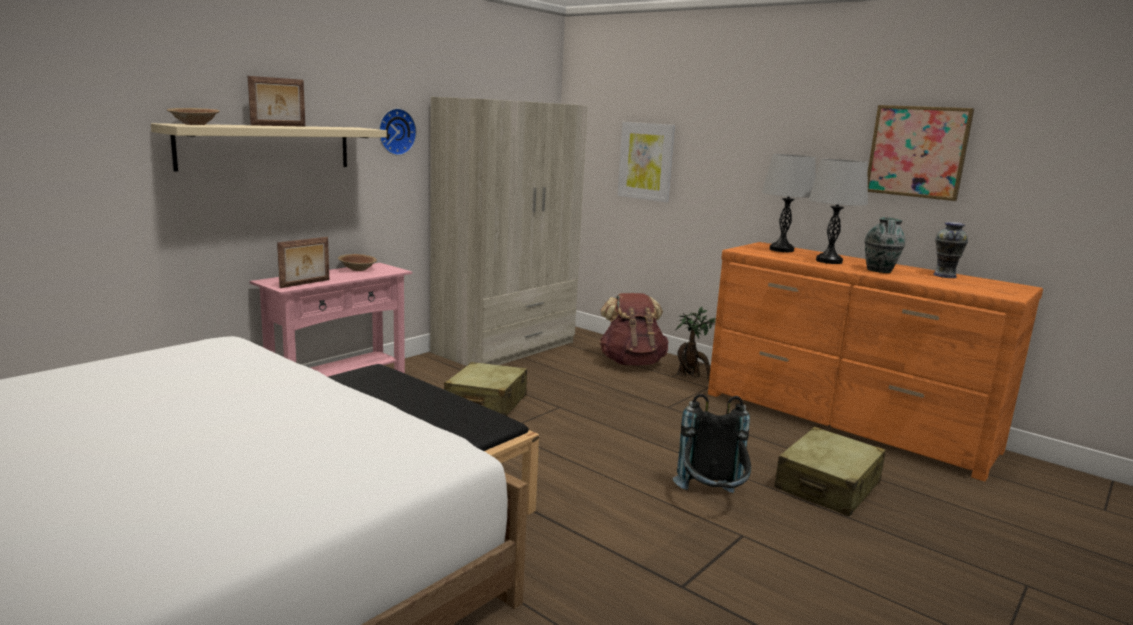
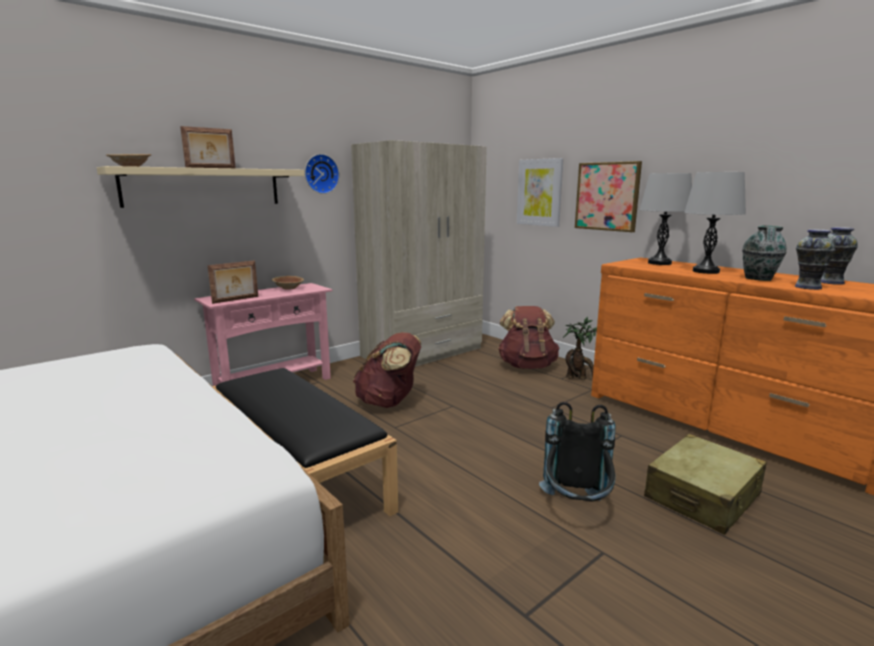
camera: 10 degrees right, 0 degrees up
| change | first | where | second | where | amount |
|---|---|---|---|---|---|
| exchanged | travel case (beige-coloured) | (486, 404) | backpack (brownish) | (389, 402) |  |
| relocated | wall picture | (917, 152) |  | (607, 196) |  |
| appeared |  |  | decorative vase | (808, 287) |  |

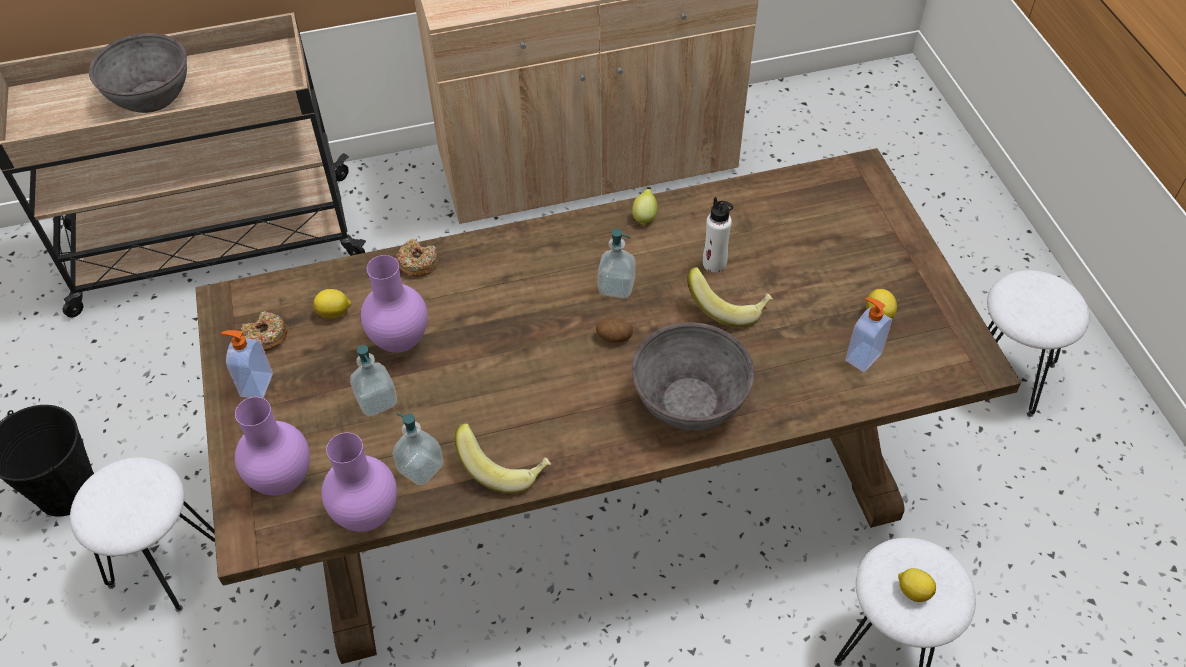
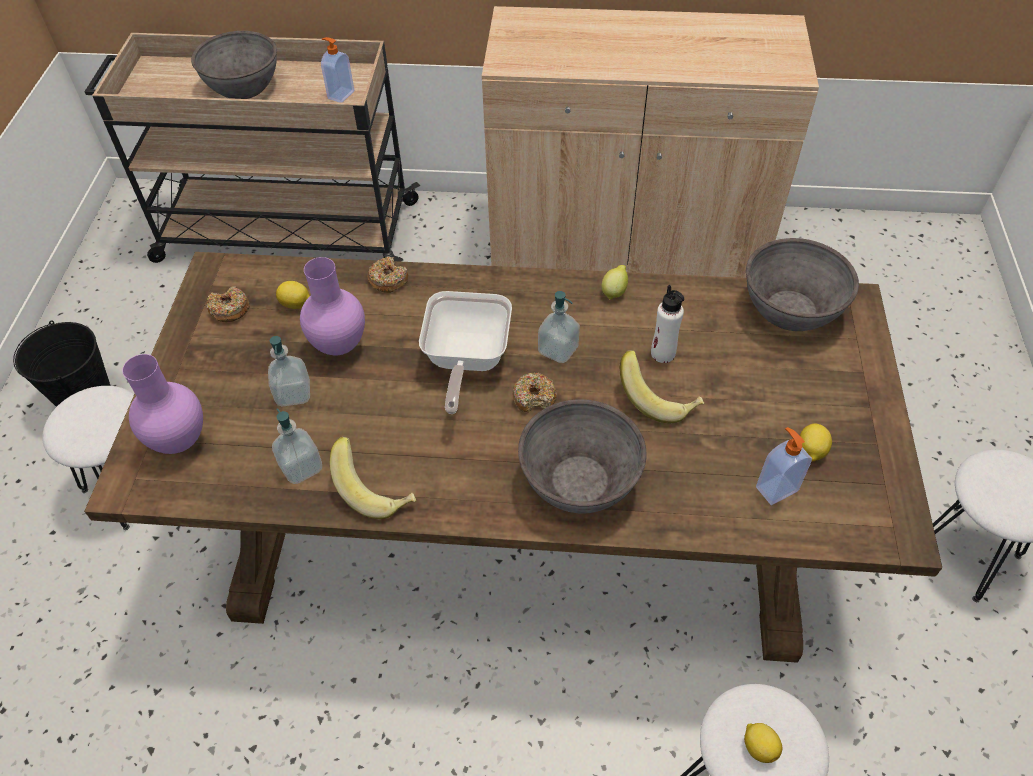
camera: 20 degrees right, 0 degrees up
| change | first | where | second | where | amount |
|---|---|---|---|---|---|
| relocated | liquid soap bottle | (255, 385) |  | (340, 95) |  |
| appeared |  |  | frying pan | (465, 361) |  |
| exchanged | whole potato | (614, 337) | donut | (534, 397) |  |
| appeared |  |  | deep dish (gray) | (790, 310) |  |
| missing | decorative vase (purple) | (367, 516) |  |  |  |

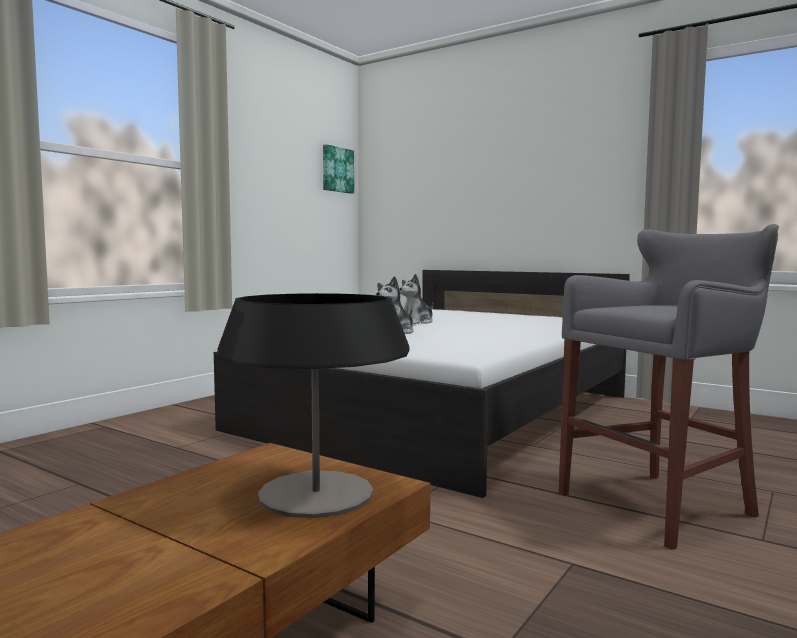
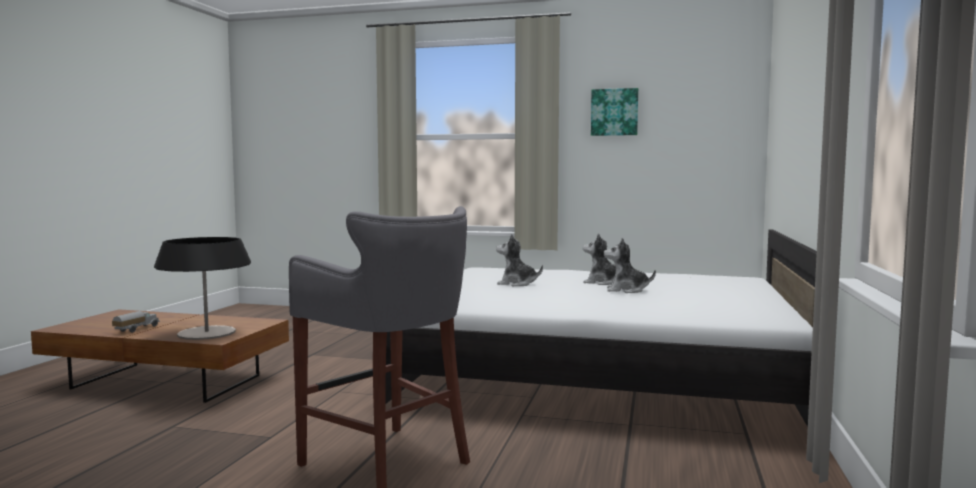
camera: 70 degrees right, 0 degrees up
| change | first | where | second | where | amount |
|---|---|---|---|---|---|
| appeared |  |  | model truck | (136, 329) |  |
| relocated | wall picture | (337, 169) |  | (614, 112) |  |
| appeared |  |  | soft toy | (626, 290) |  |

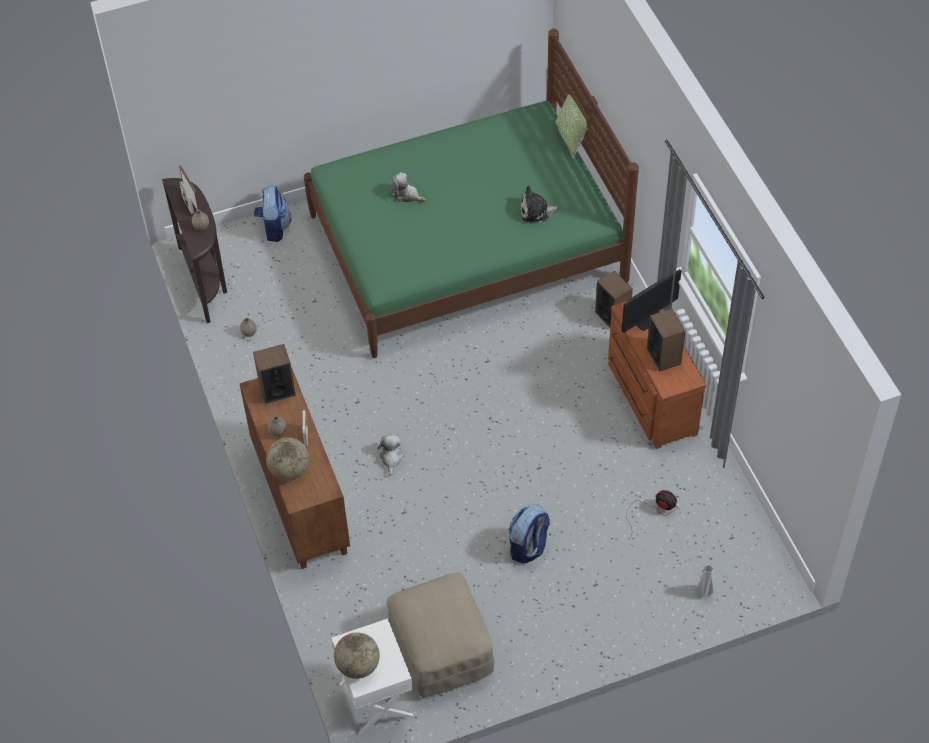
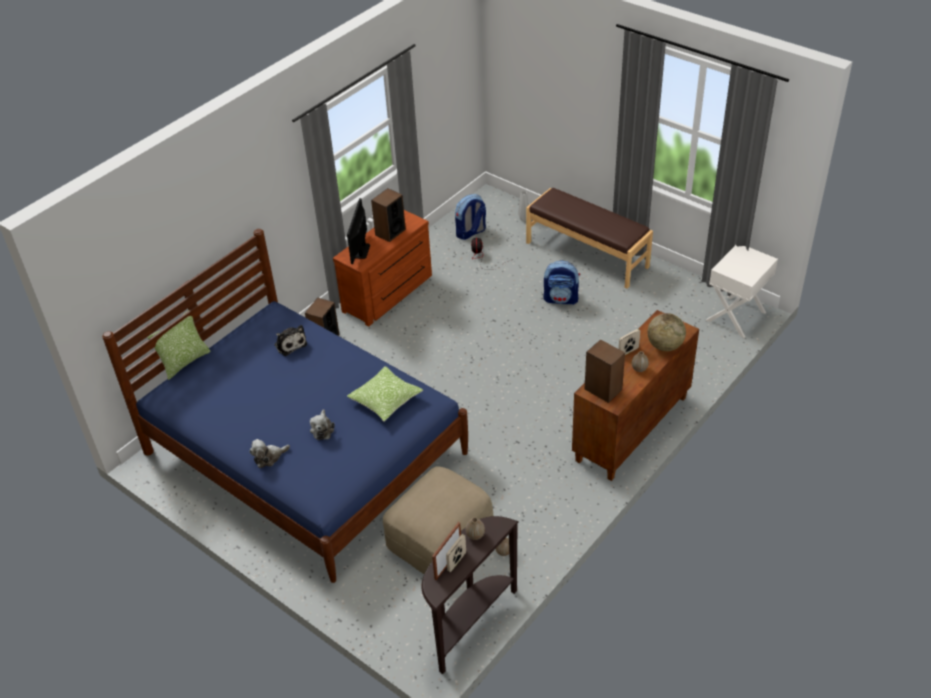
camera: 120 degrees left, 10 degrees down
| change | first | where | second | where | amount |
|---|---|---|---|---|---|
| colour | bedroom bed (green) | (466, 248) | bedroom bed (blue-coloured) | (305, 453) |  |
| relocated | soft toy | (391, 458) |  | (269, 457) |  |
| spun | computer display | (647, 318) |  | (360, 251) | 105 degrees counterclockwise |
| appeared |  |  | pillow | (385, 400) |  |
| relocated | footrest (beige-coloured) | (442, 648) |  | (440, 538) |  |
| relocated | backpack | (274, 228) |  | (470, 233) |  |
| appeared |  |  | bench (brownish) | (587, 254) |  |
| missing | globe | (358, 666) |  |  |  |

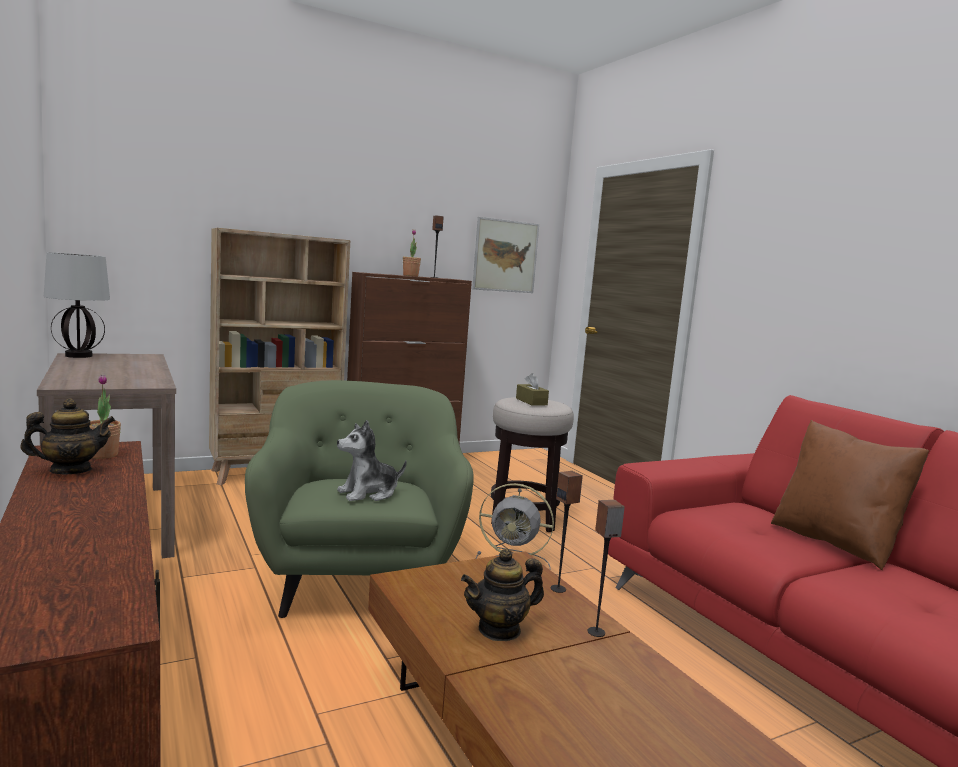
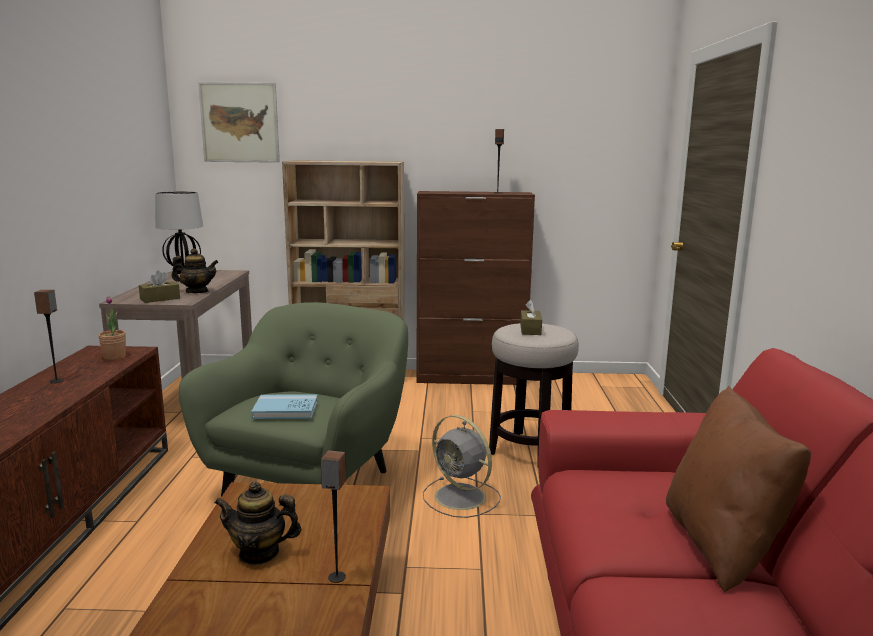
camera: 30 degrees right, 5 degrees up
| change | first | where | second | where | amount |
|---|---|---|---|---|---|
| relocated | speaker | (558, 589) |  | (56, 381) |  |
| appeared |  |  | box of tissues (brownish) | (160, 299) |  |
| relocated | teapot | (70, 470) |  | (197, 292) |  |
| relocated | wall picture | (505, 256) |  | (239, 123) |  |
| exchanged | soft toy | (368, 493) | bound book (blue-coloured) | (285, 410) |  |
| missing | houseplant | (410, 275) |  |  |  |

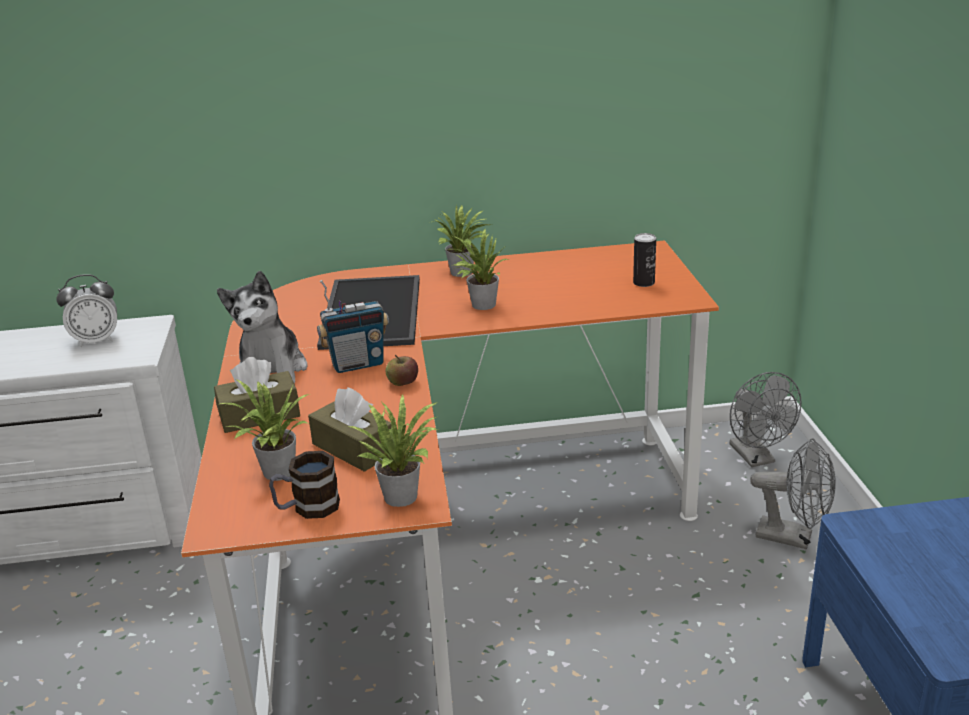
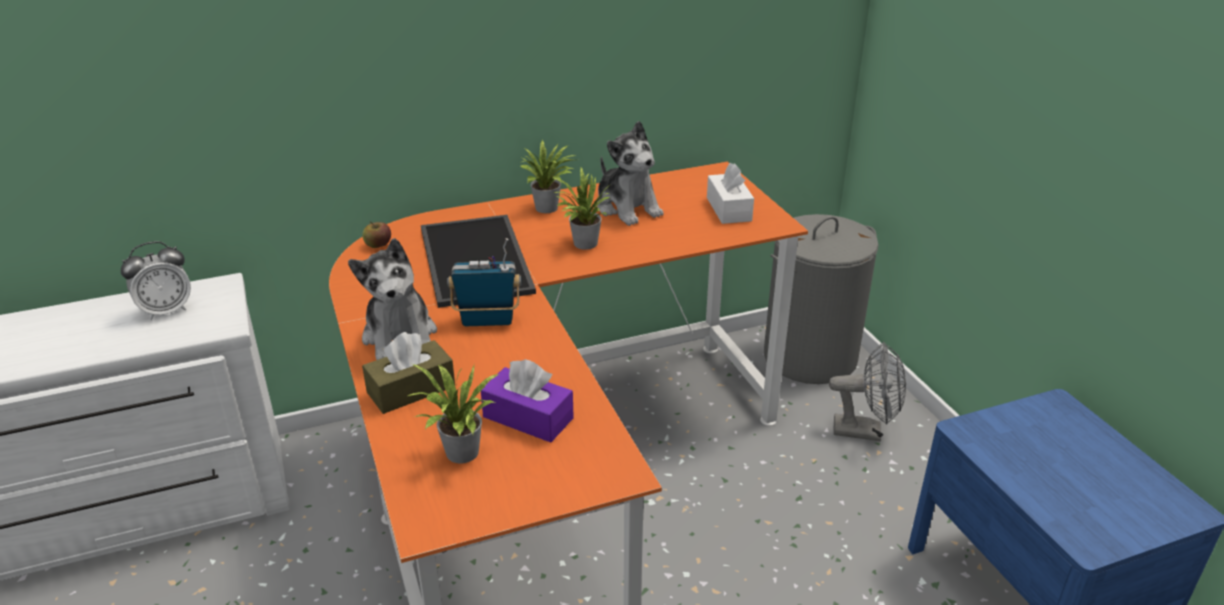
camera: 15 degrees left, 5 degrees up
| change | first | where | second | where | amount |
|---|---|---|---|---|---|
| relocated | whole apple | (403, 383) |  | (378, 245) |  |
| spun | radio set | (357, 364) |  | (487, 321) | 150 degrees counterclockwise |
| colour | box of tissues (brownish) | (353, 448) | box of tissues (purple) | (528, 418) |  |
| appeared |  |  | soft toy | (627, 208) |  |
| exchanged | sealed can | (644, 283) | box of tissues (white) | (728, 209) |  |
| exchanged | electric fan (gray) | (756, 458) | washing basket (gray) | (810, 356) |  |
| missing | tea mug | (307, 508) |  |  |  |
| missing | houseplant | (403, 494) |  |  |  |

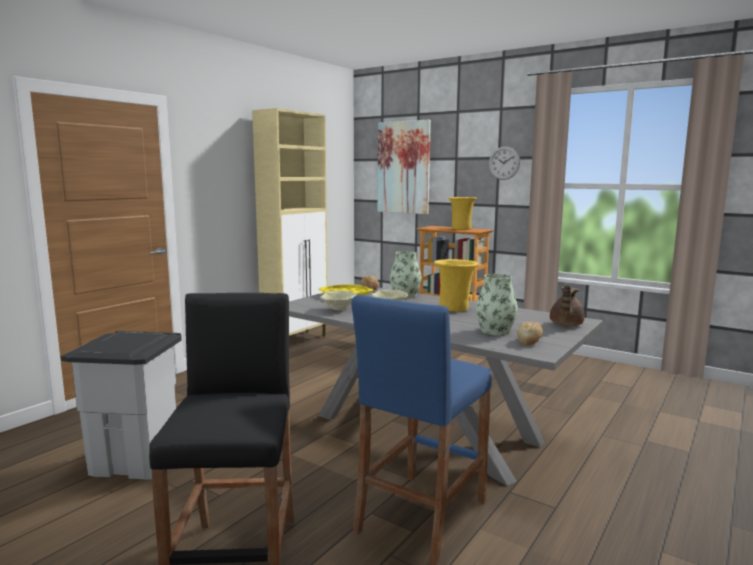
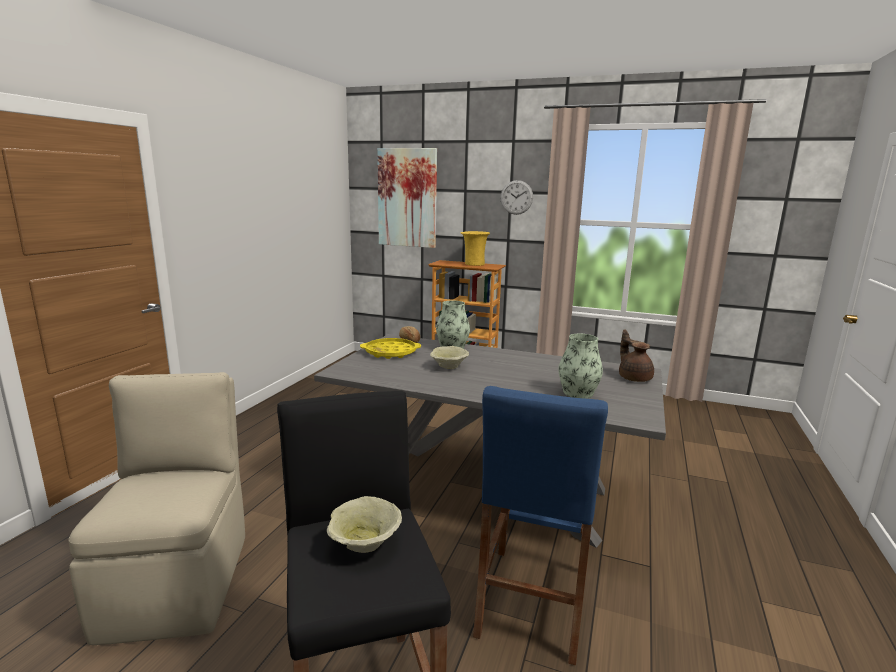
camera: 15 degrees left, 5 degrees up
| change | first | where | second | where | amount |
|---|---|---|---|---|---|
| exchanged | rubbish bin (gray) | (138, 461) | plain chair (beige-coloured) | (179, 581) |  |
| relocated | deep dish (beige-coloured) | (338, 309) |  | (365, 545) |  |
| spun | teapot (brownish) | (565, 324) |  | (634, 378) | 150 degrees clockwise |
| missing | cupboard (beige-coloured) | (296, 341) |  |  |  |
| missing | decorative vase (yellowish) | (454, 308) |  |  |  |
| missing | baked bread | (529, 341) |  |  |  |

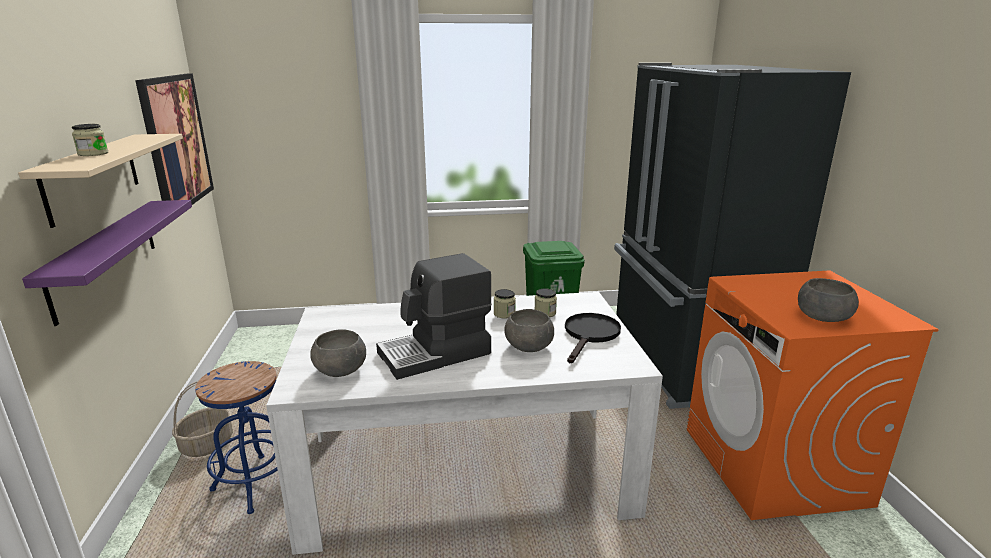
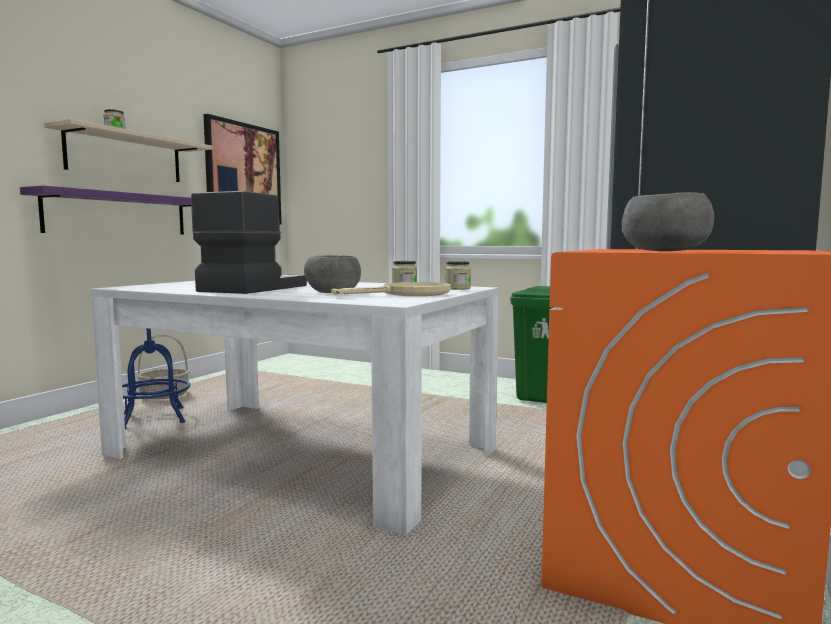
camera: 35 degrees right, 15 degrees down
| change | first | where | second | where | amount |
|---|---|---|---|---|---|
| spun | coffee brewer | (436, 354) |  | (252, 288) | 105 degrees clockwise |
| colour | frying pan (blackish) | (590, 335) | frying pan (beige-coloured) | (407, 294) |  |
| relocated | preserve jar | (504, 314) |  | (457, 288) |  |
| missing | deep dish (gray) | (340, 370) |  |  |  |

